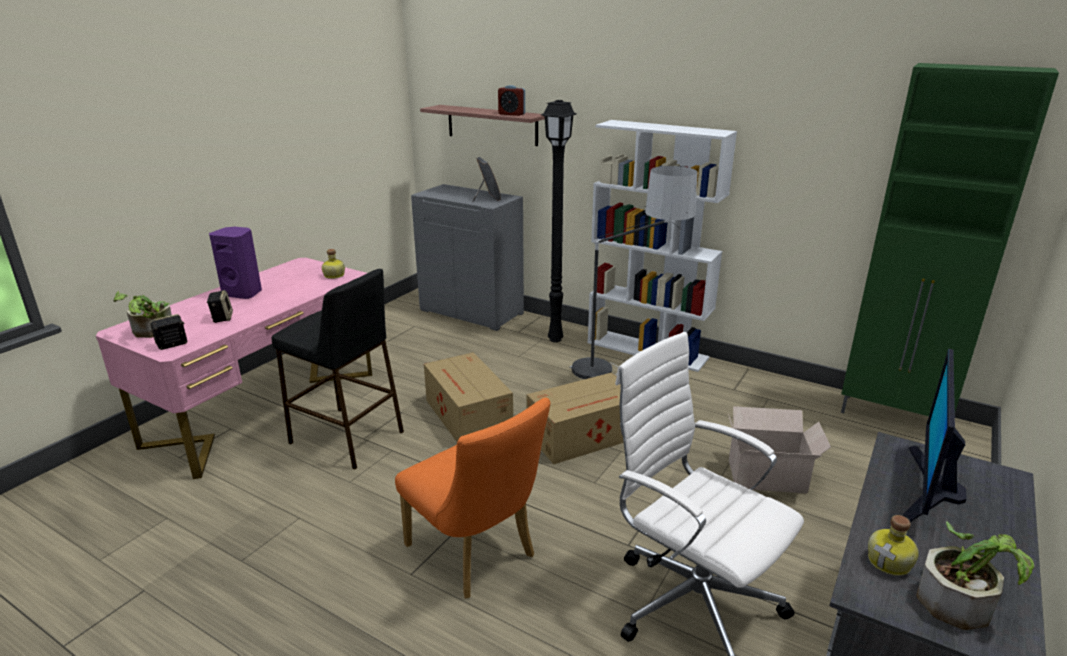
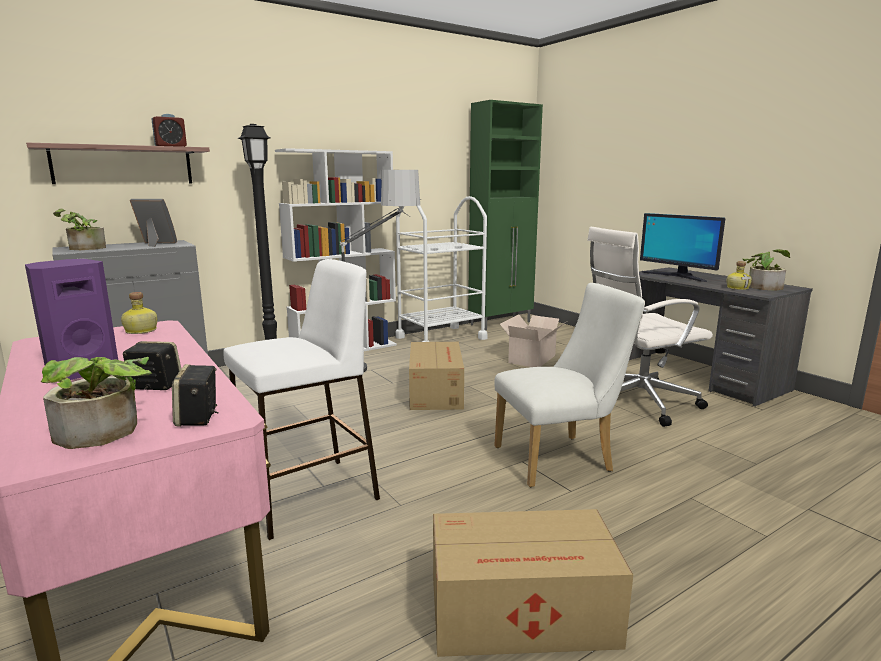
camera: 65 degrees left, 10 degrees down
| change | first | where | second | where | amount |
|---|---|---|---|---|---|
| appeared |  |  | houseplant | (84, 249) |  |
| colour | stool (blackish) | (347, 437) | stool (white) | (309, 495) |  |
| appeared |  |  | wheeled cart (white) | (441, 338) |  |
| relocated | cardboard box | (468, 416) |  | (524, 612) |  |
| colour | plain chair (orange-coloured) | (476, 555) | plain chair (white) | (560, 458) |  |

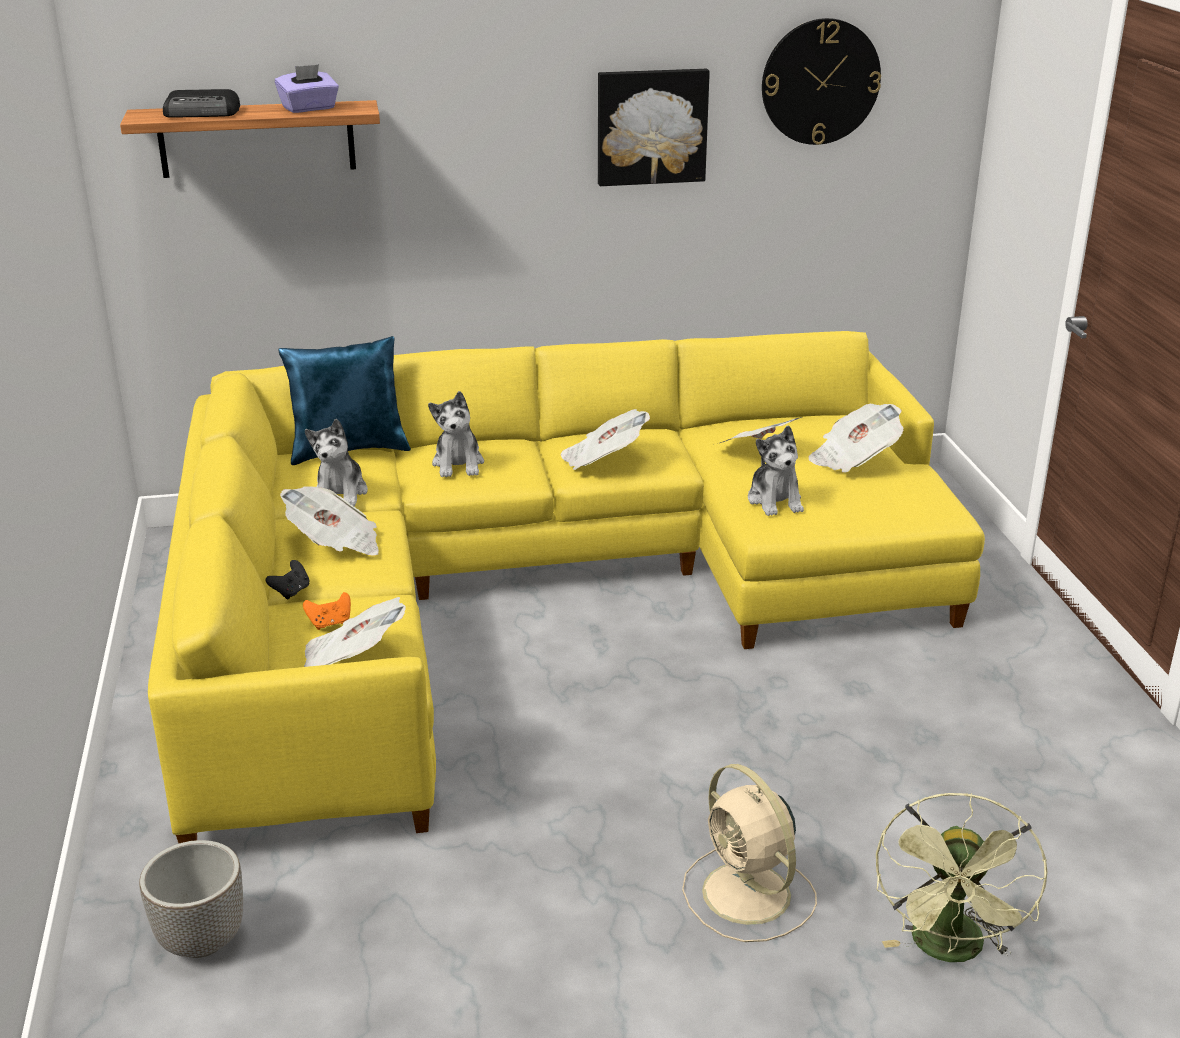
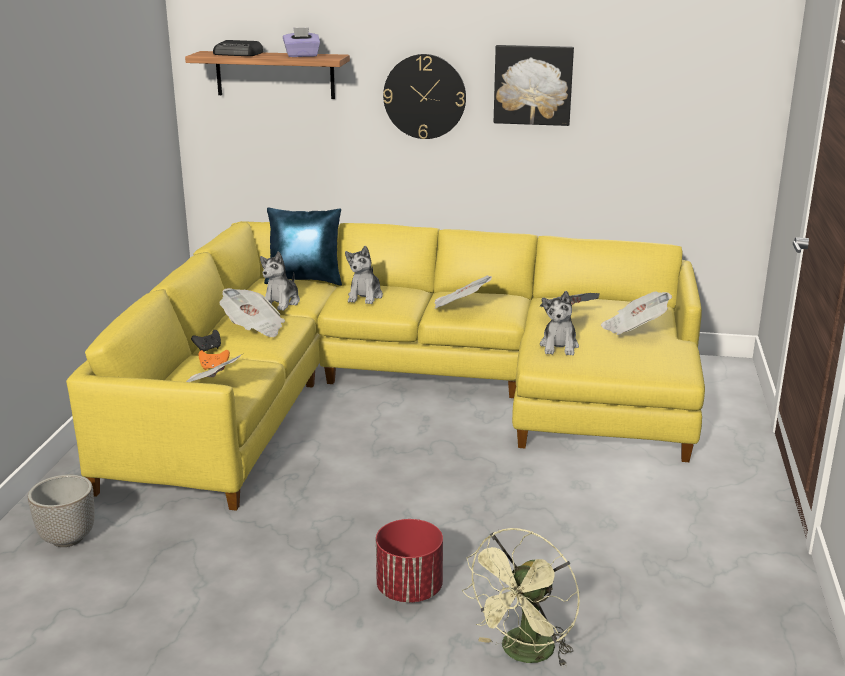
camera: 20 degrees right, 5 degrees down
| change | first | where | second | where | amount |
|---|---|---|---|---|---|
| exchanged | electric fan (beige-coloured) | (749, 896) | planter (reddish) | (410, 590) |  |
| relocated | clock on the wall | (820, 82) |  | (424, 96) |  |

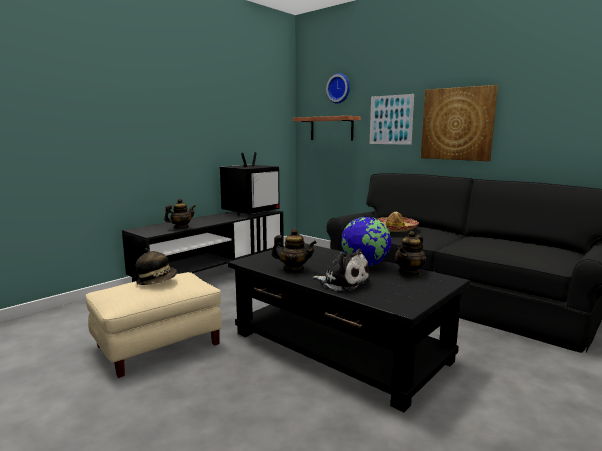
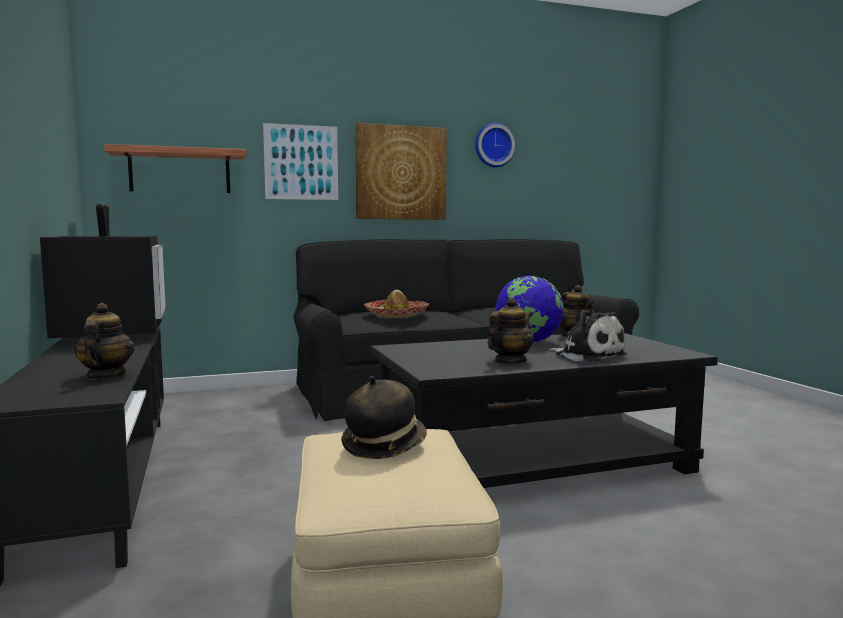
camera: 60 degrees left, 5 degrees down
| change | first | where | second | where | amount |
|---|---|---|---|---|---|
| relocated | clock on the wall | (339, 88) |  | (493, 145) |  |
| spun | soft toy | (342, 282) |  | (587, 356) | 75 degrees clockwise |

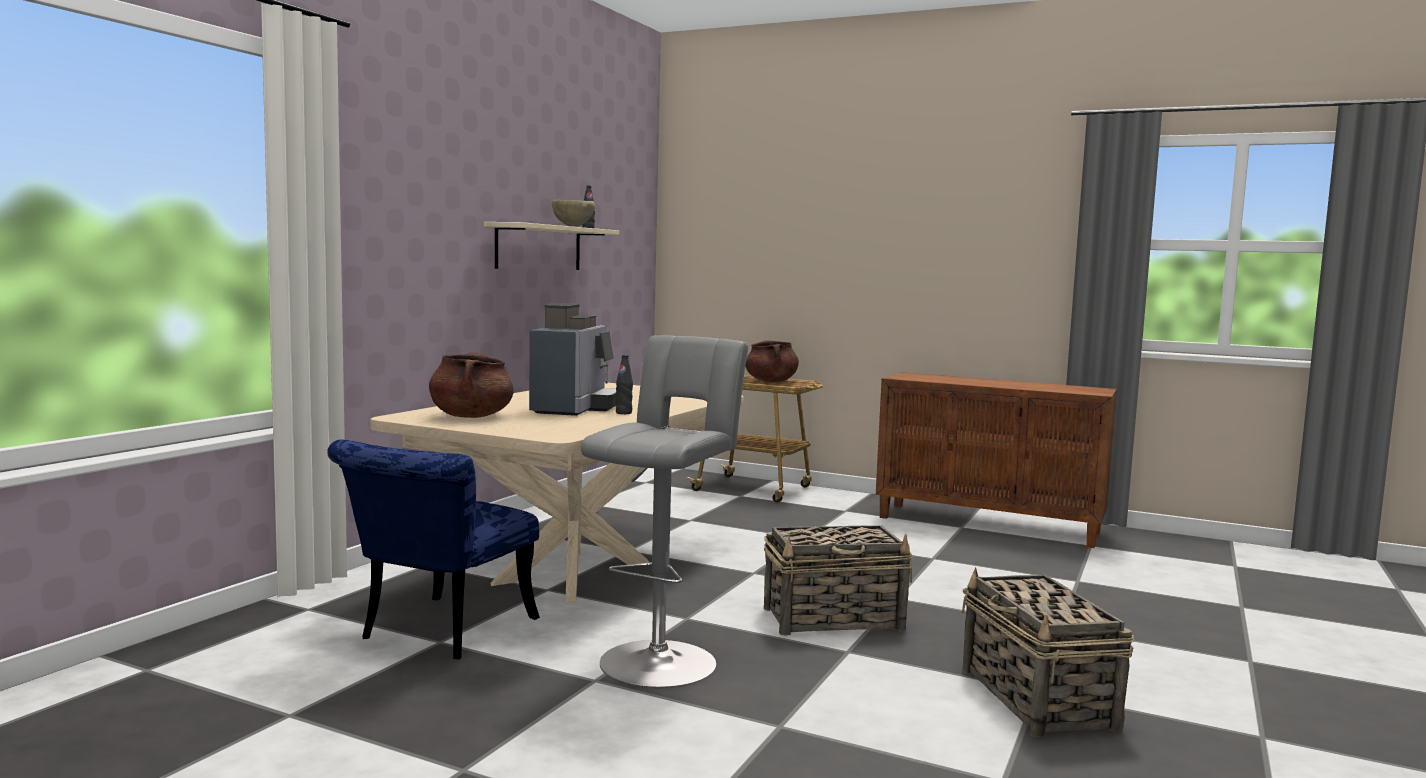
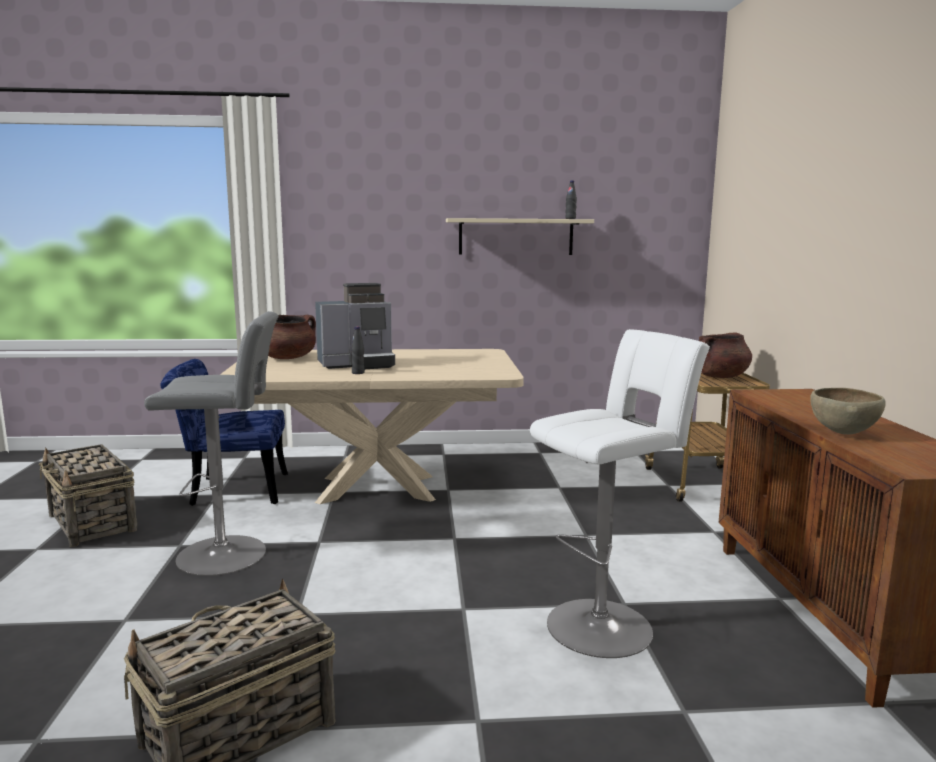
camera: 60 degrees right, 5 degrees up
| change | first | where | second | where | amount |
|---|---|---|---|---|---|
| relocated | storage basket | (834, 619) |  | (92, 523) |  |
| appeared |  |  | stool (white) | (605, 624) |  |
| relocated | deep dish (brownish) | (572, 227) |  | (842, 433) |  |

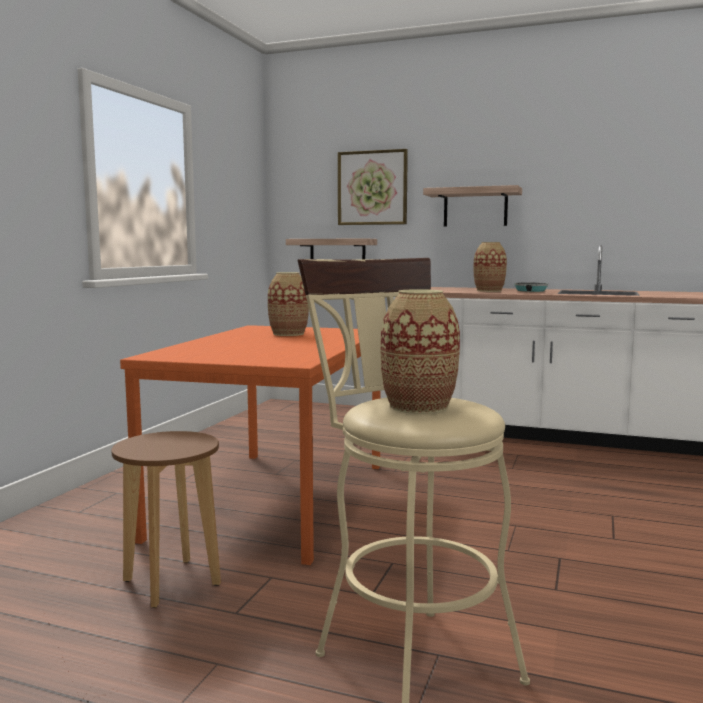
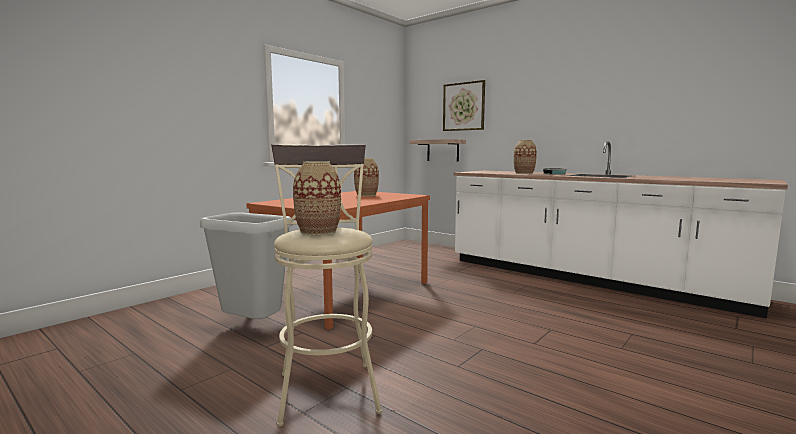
camera: 20 degrees right, 0 degrees up
| change | first | where | second | where | amount |
|---|---|---|---|---|---|
| exchanged | stool (brownish) | (171, 583) | rubbish bin (gray) | (251, 327) |  |
| missing | bracket shelf | (475, 207) |  |  |  |

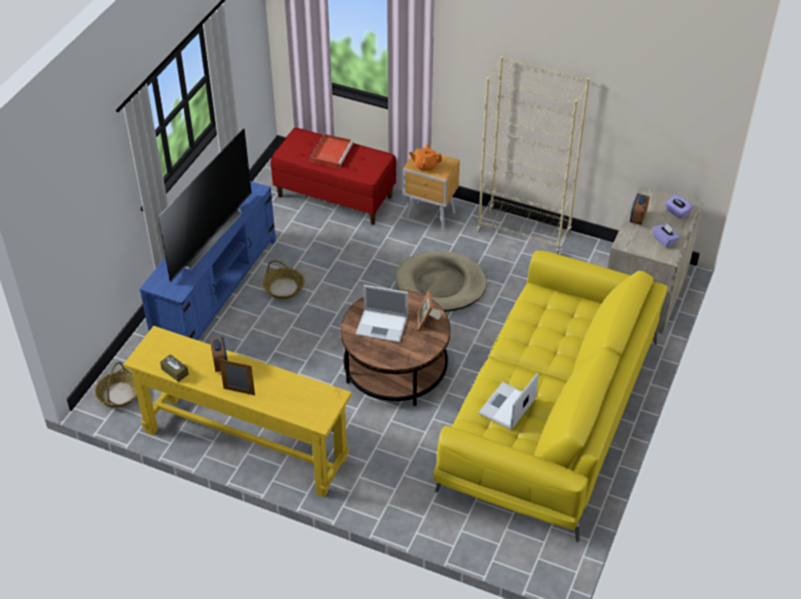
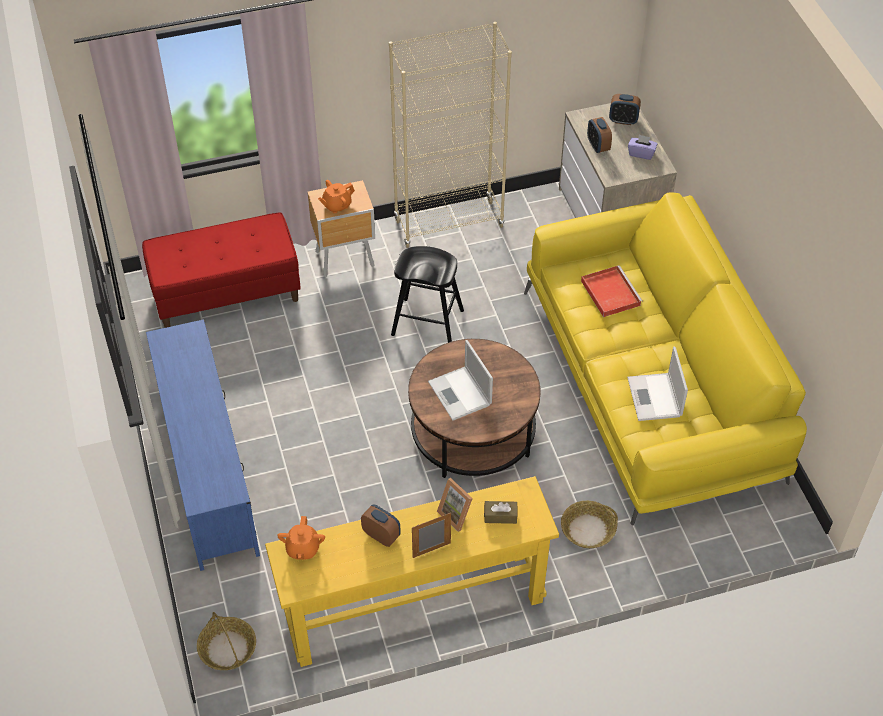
camera: 40 degrees left, 5 degrees up
| change | first | where | second | where | amount |
|---|---|---|---|---|---|
| appeared |  |  | teapot (orange-coloured) | (302, 549) |  |
| exchanged | pet bed (beige-coloured) | (440, 285) | stool (blackish) | (427, 322) |  |
| spun | portable computer | (383, 326) |  | (460, 394) | 90 degrees clockwise |
| relocated | picture frame | (427, 321) |  | (457, 514) |  |
| relocated | box of tissues (brownish) | (175, 371) |  | (500, 516) |  |
| relocated | storage basket | (284, 288) |  | (588, 530) |  |
| relocated | carrying tray (reddish) | (331, 152) |  | (609, 292) |  |
| exchanged | box of tissues (purple) | (677, 212) | table clock | (623, 120) |  |
| missing | television | (207, 236) |  |  |  |

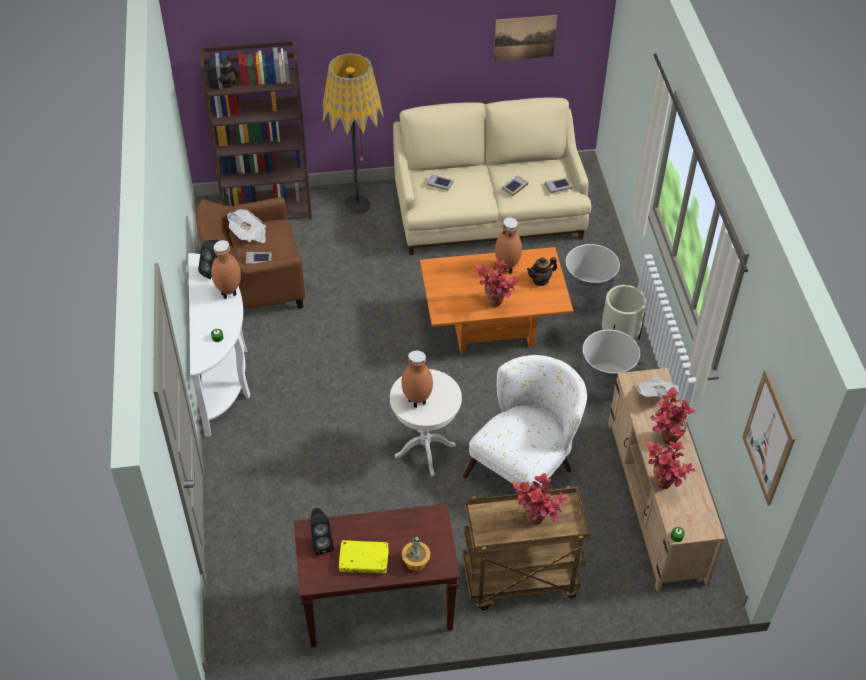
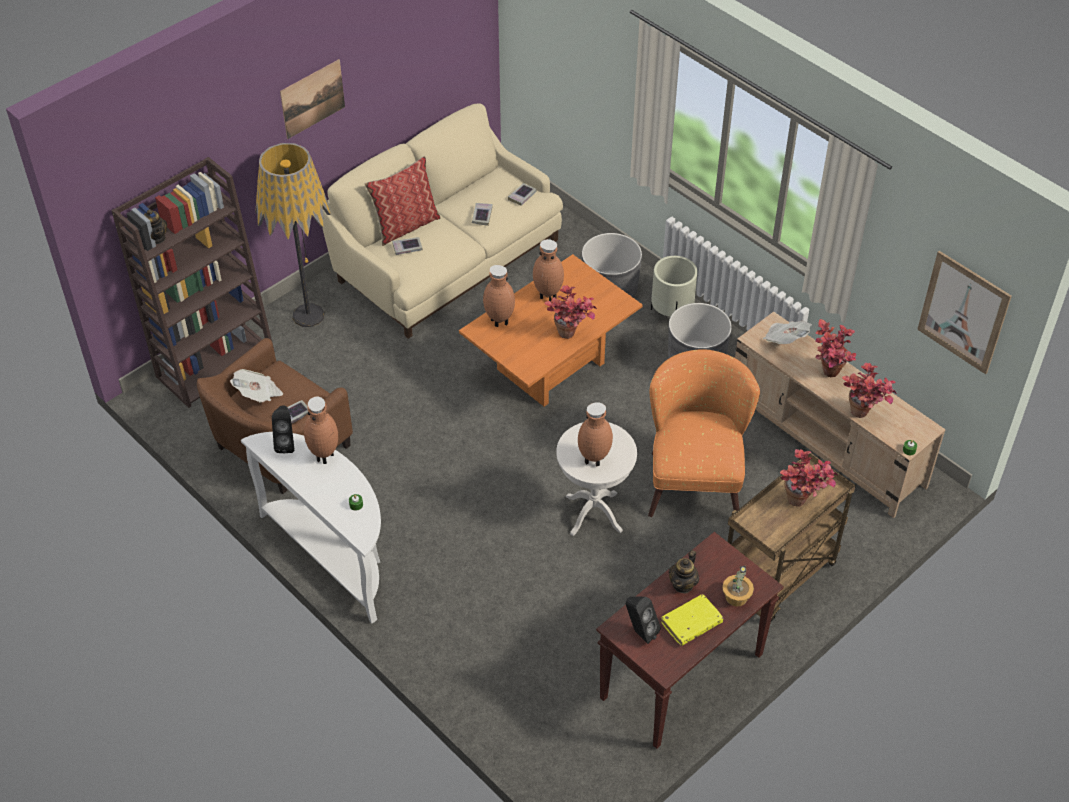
camera: 35 degrees left, 0 degrees up
| change | first | where | second | where | amount |
|---|---|---|---|---|---|
| relocated | wall picture | (524, 38) |  | (312, 98) |  |
| appeared |  |  | pillow | (405, 225) |  |
| appeared |  |  | decorative vase (brownish) | (499, 322) |  |
| colour | lounge chair (white) | (525, 467) | lounge chair (orange-coloured) | (694, 476) |  |
| relocated | teapot | (540, 280) |  | (683, 584) |  |

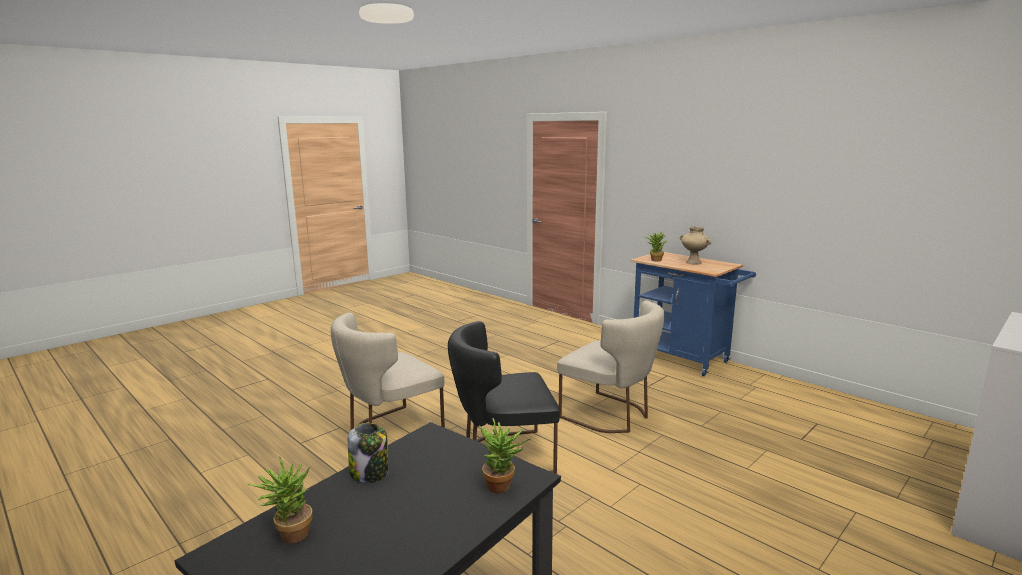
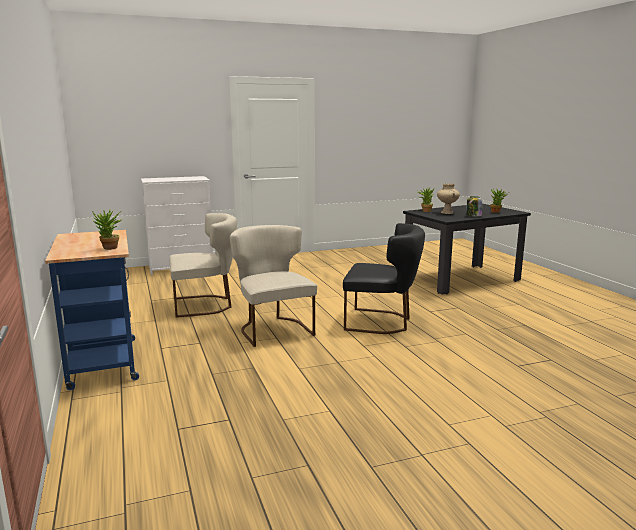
camera: 155 degrees left, 0 degrees up
| change | first | where | second | where | amount |
|---|---|---|---|---|---|
| relocated | plain chair (beige-coloured) | (389, 432) |  | (205, 305) |  |
| relocated | decorative vase (beige-coloured) | (694, 262) |  | (446, 213) |  |

